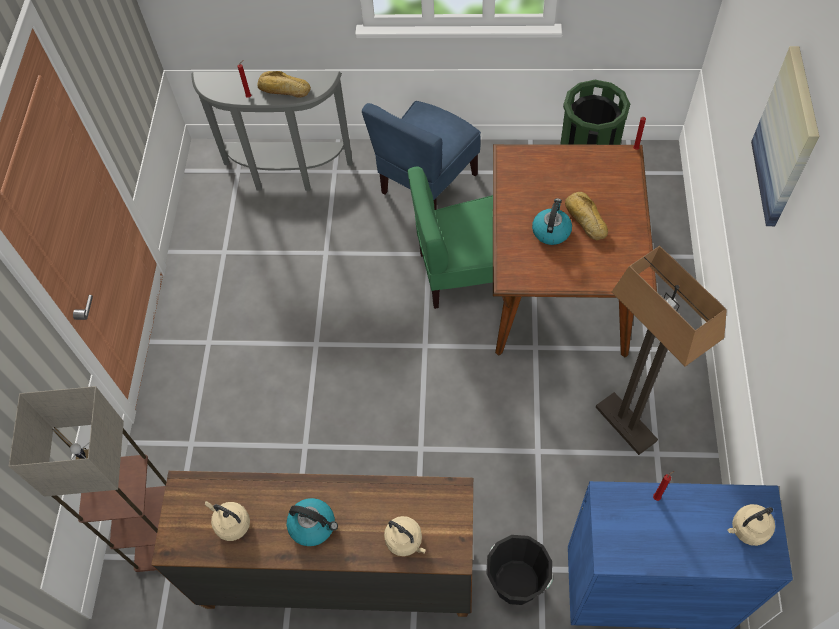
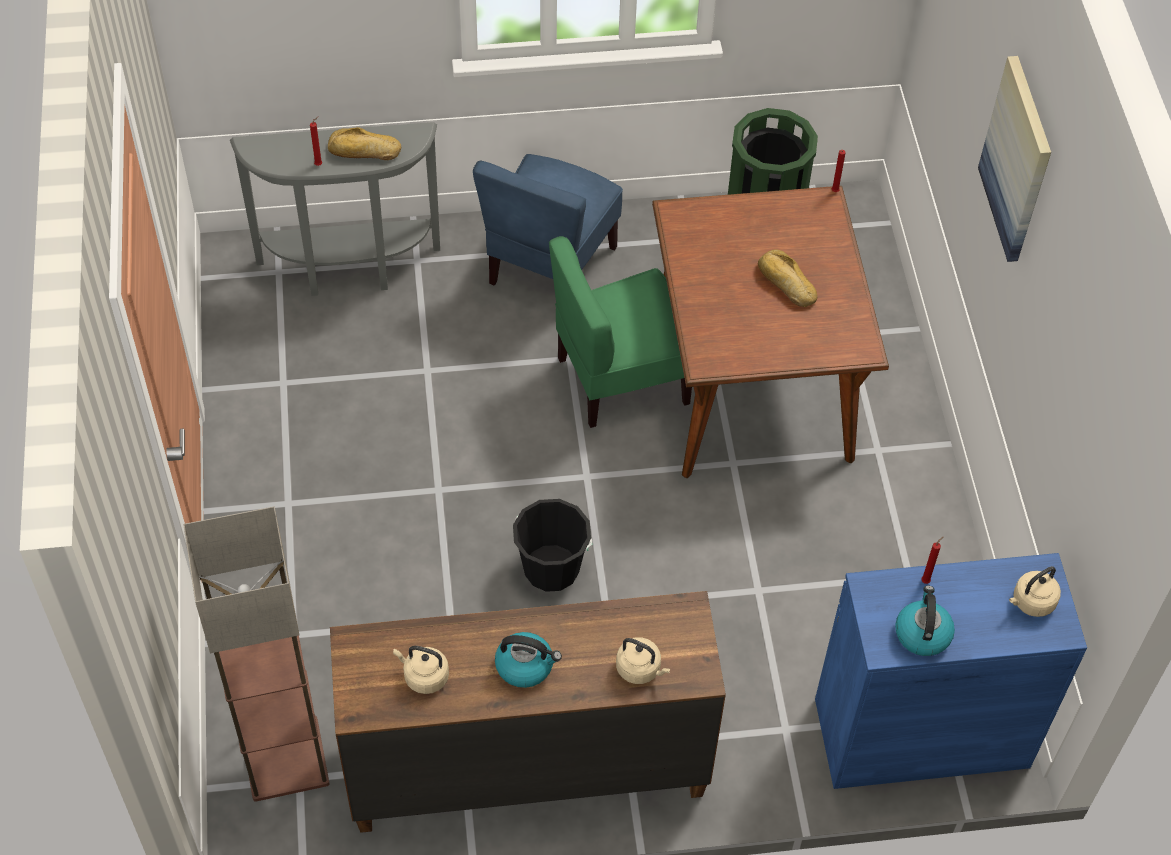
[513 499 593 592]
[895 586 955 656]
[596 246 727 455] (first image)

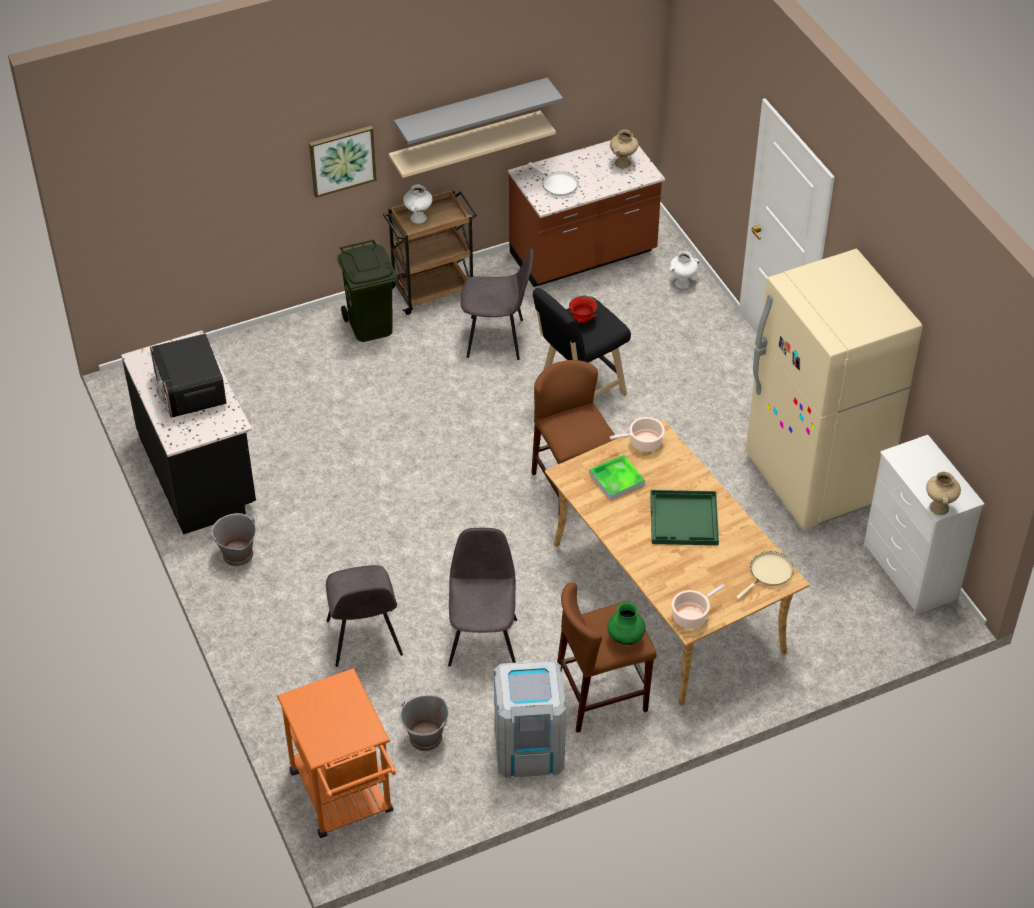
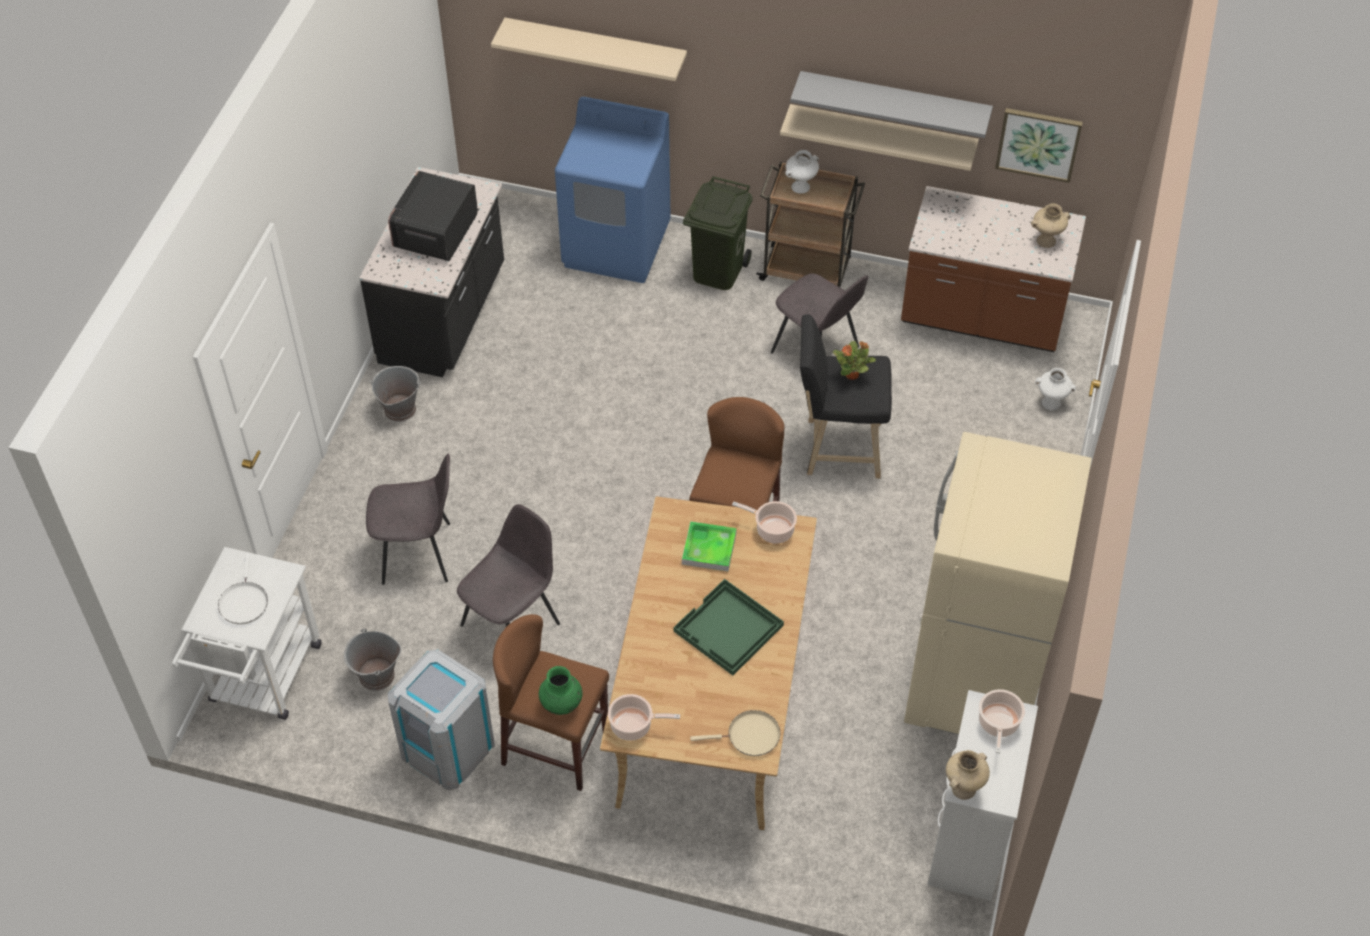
[172 547 322 720]
[218 553 268 625]
[366 454 450 585]
[491 17 687 81]
[555 97 671 283]
[833 341 876 380]
[979 689 1025 754]
[995 108 1083 183]

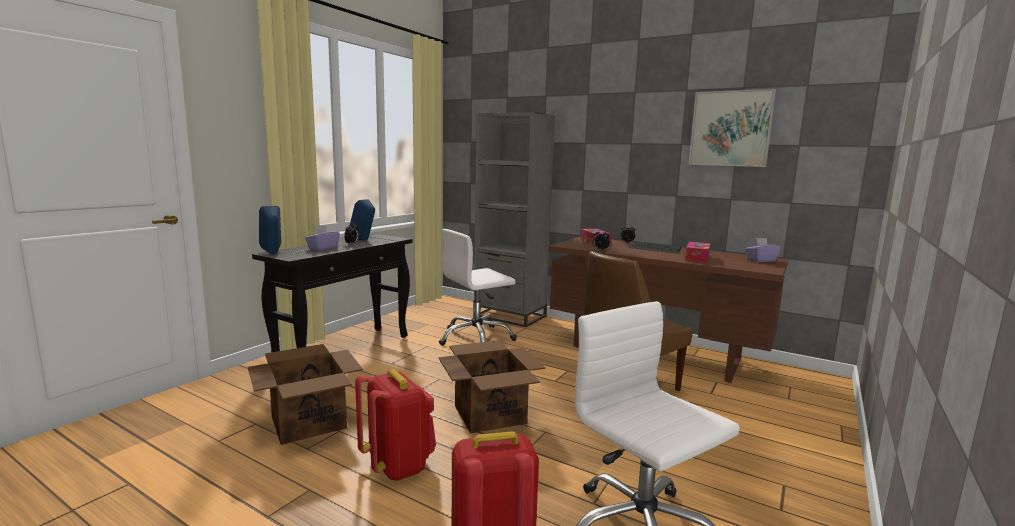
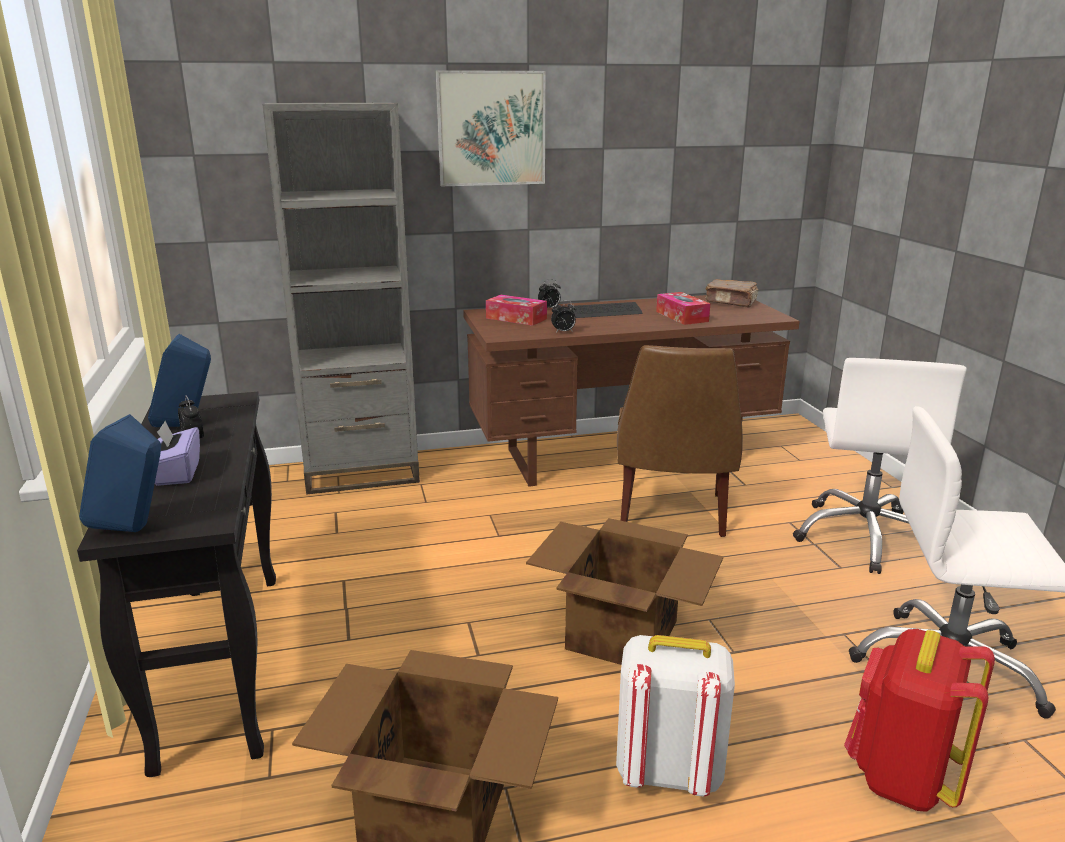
[436 70 546 186]
[616 635 735 796]
[705 279 759 307]
[793 358 967 574]

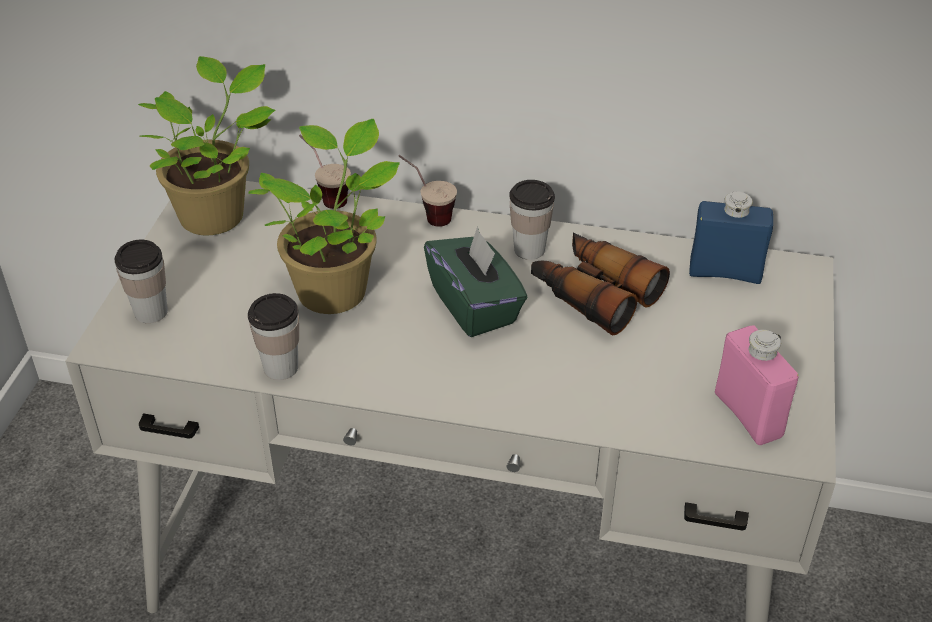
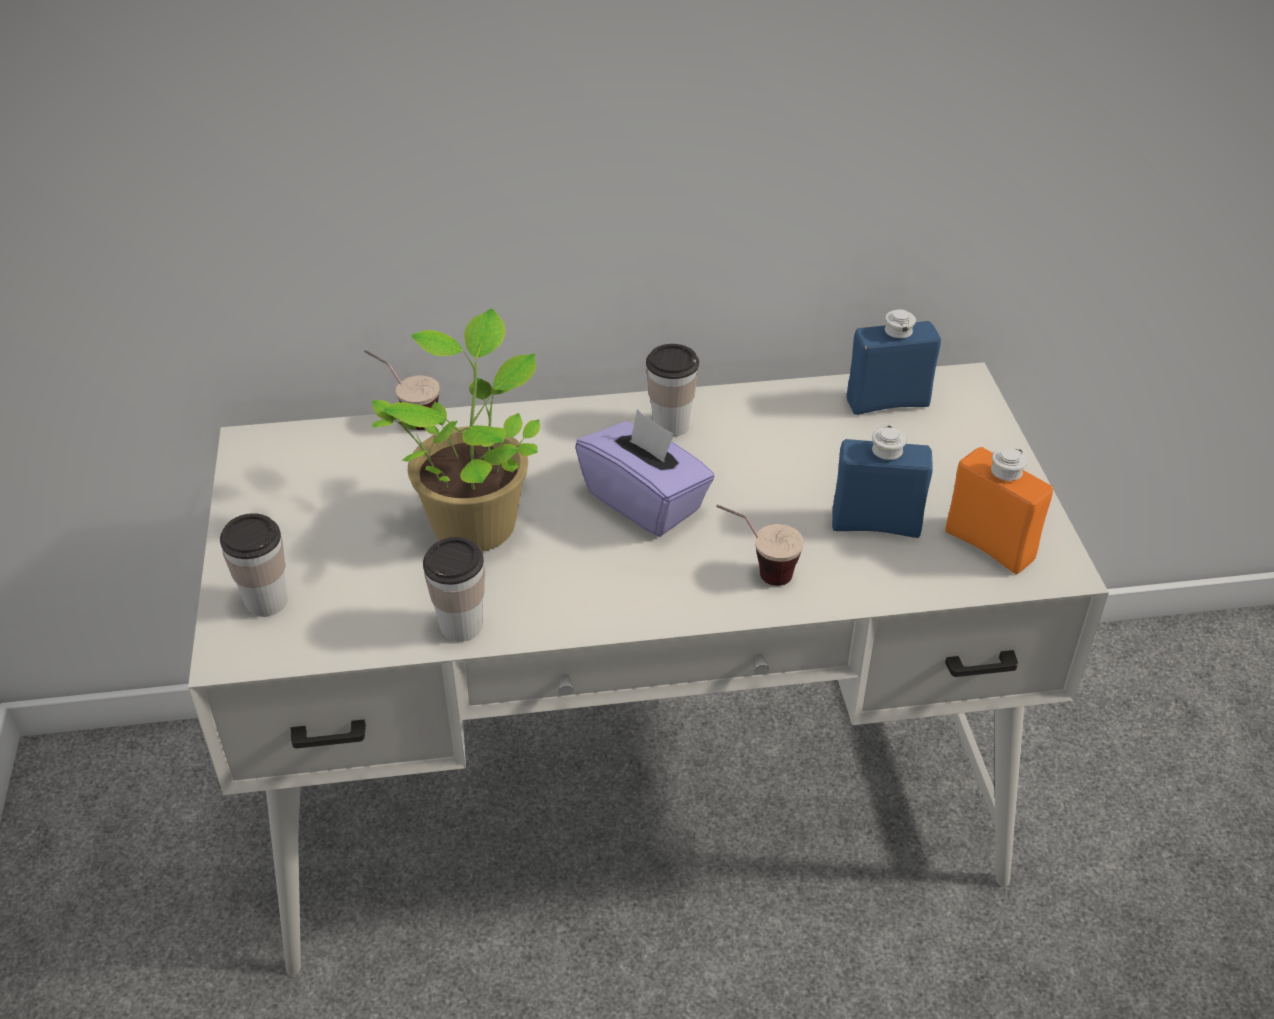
[575 409 715 537]
[716 504 804 586]
[832 426 933 538]
[945 447 1053 574]
[138 56 275 235] (first image)
[531 232 670 335] (first image)

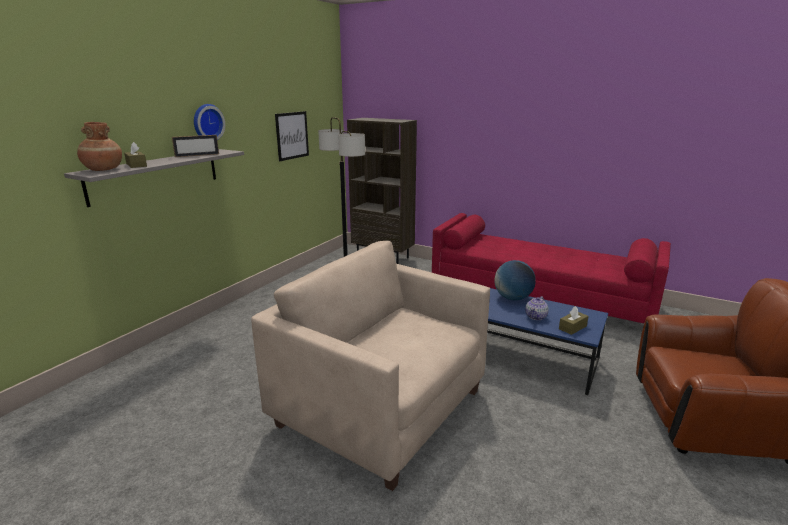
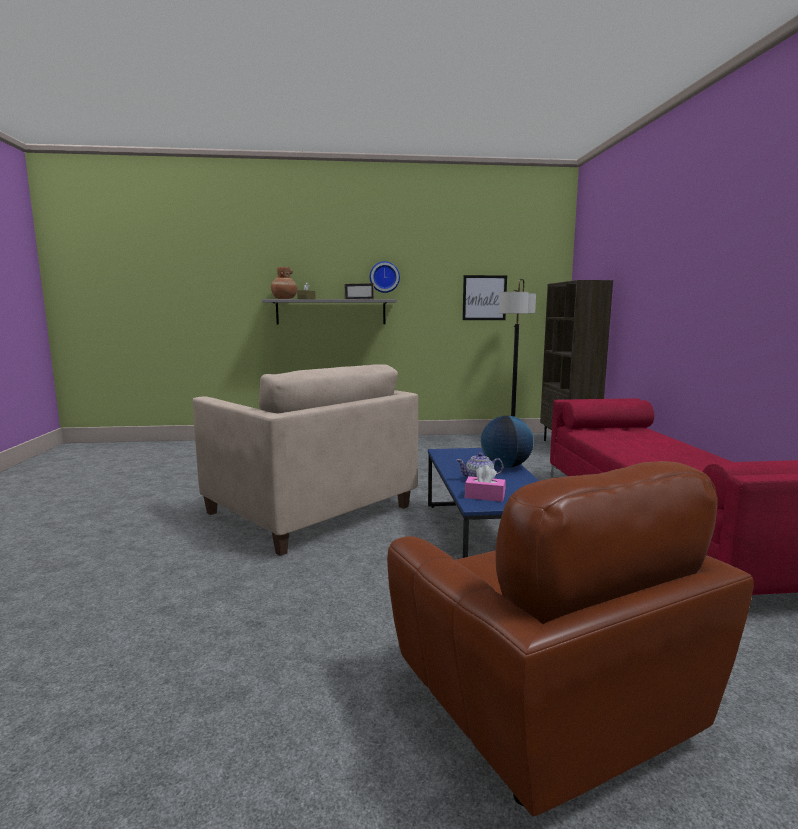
[193 364 418 556]
[465 465 506 502]

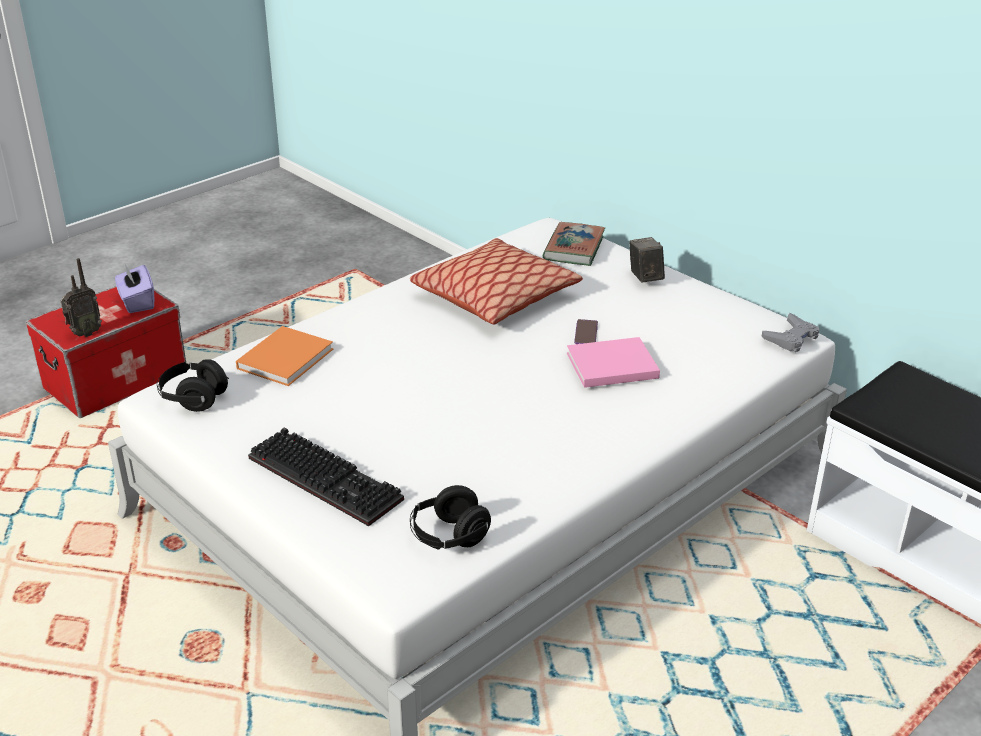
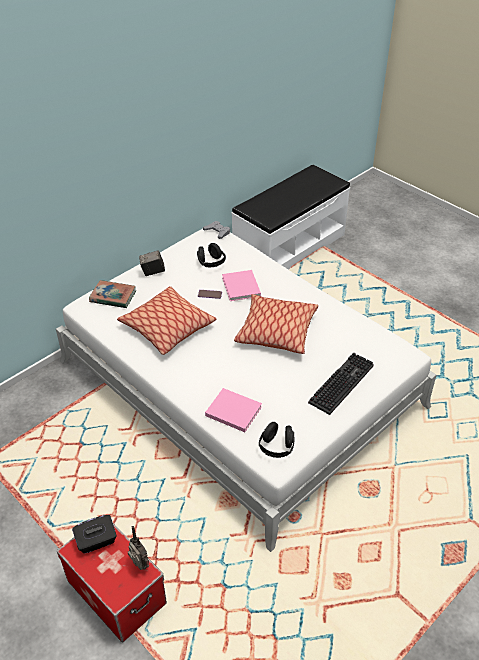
[72 515 117 554]
[197 243 226 267]
[205 388 262 432]
[234 294 318 354]

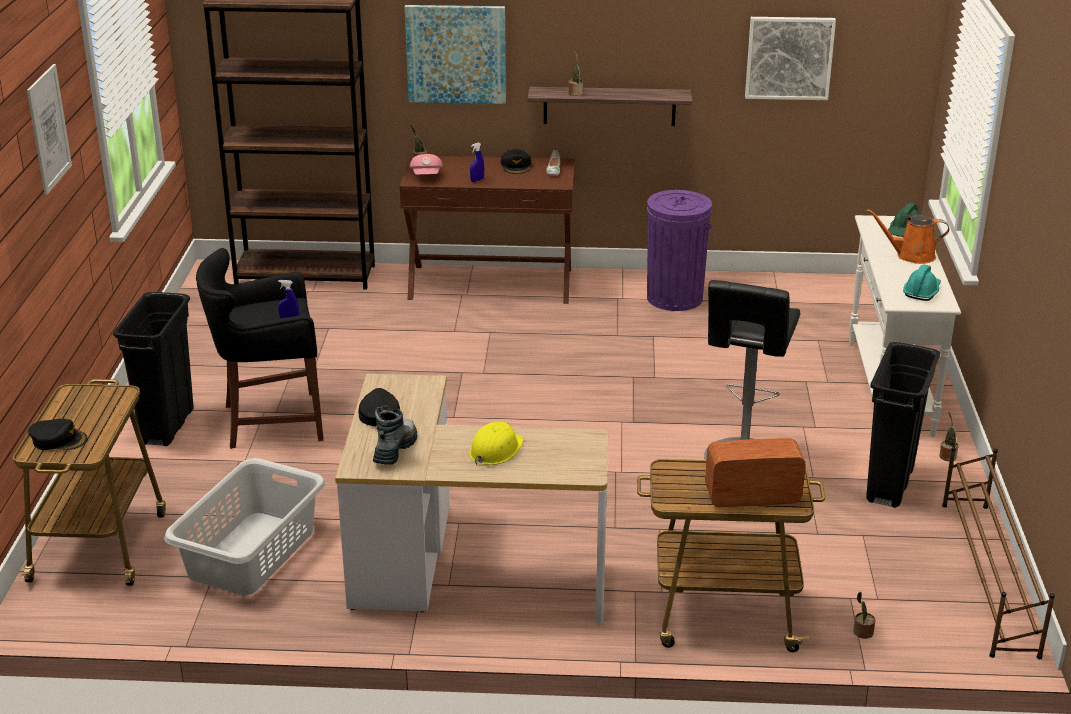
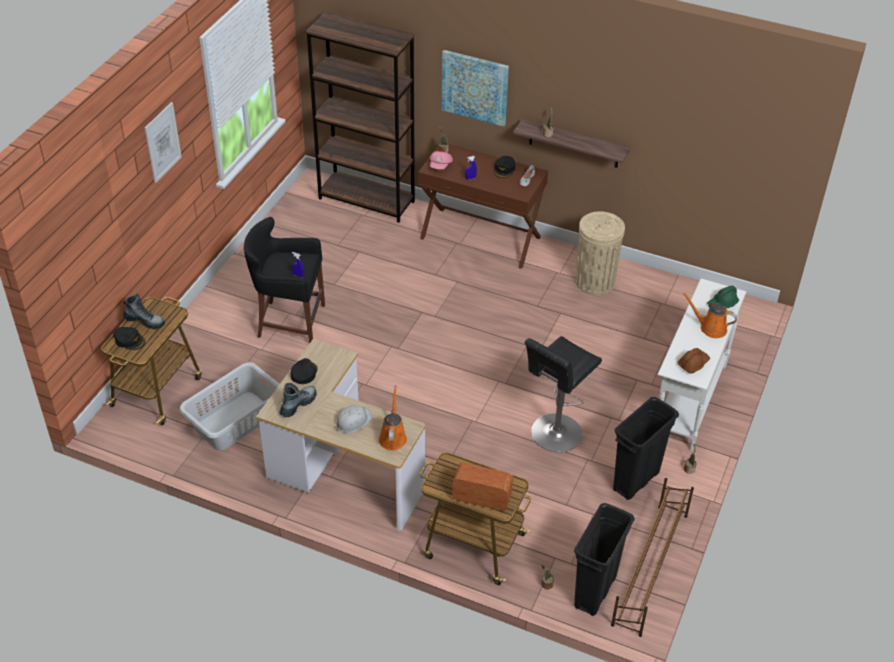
[123 294 165 329]
[336 405 373 433]
[379 386 407 451]
[574 503 635 616]
[576 211 625 295]
[677 348 710 374]
[745 17 836 100] (first image)

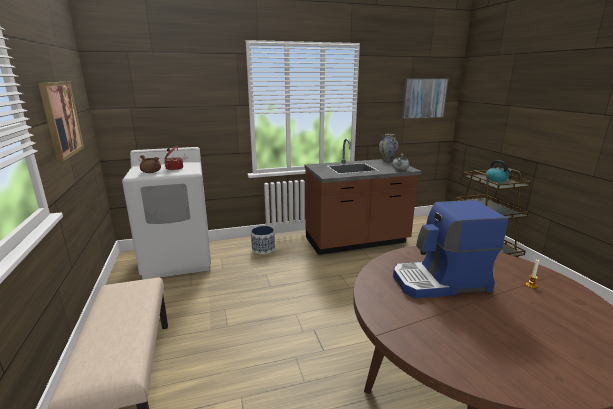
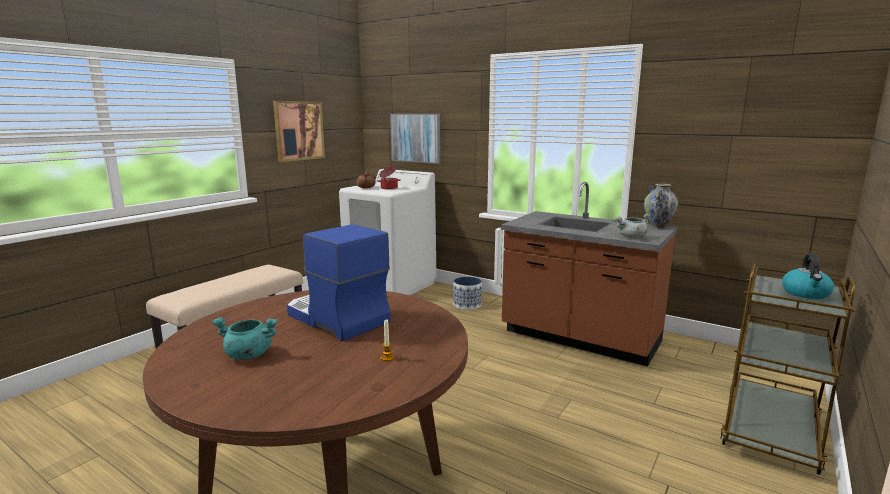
[212 317 278 360]
[390 114 440 164]

